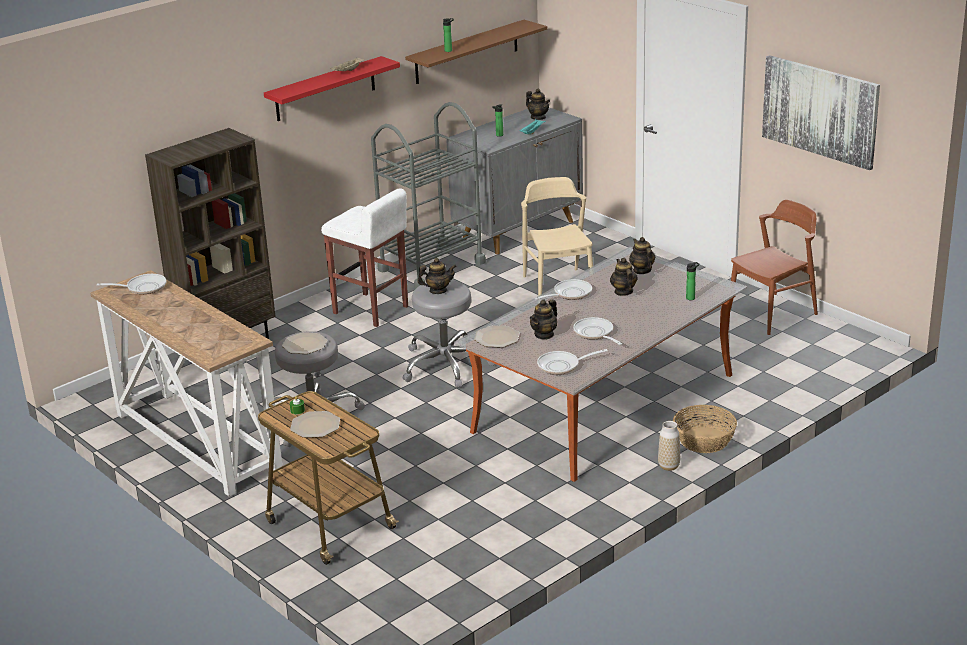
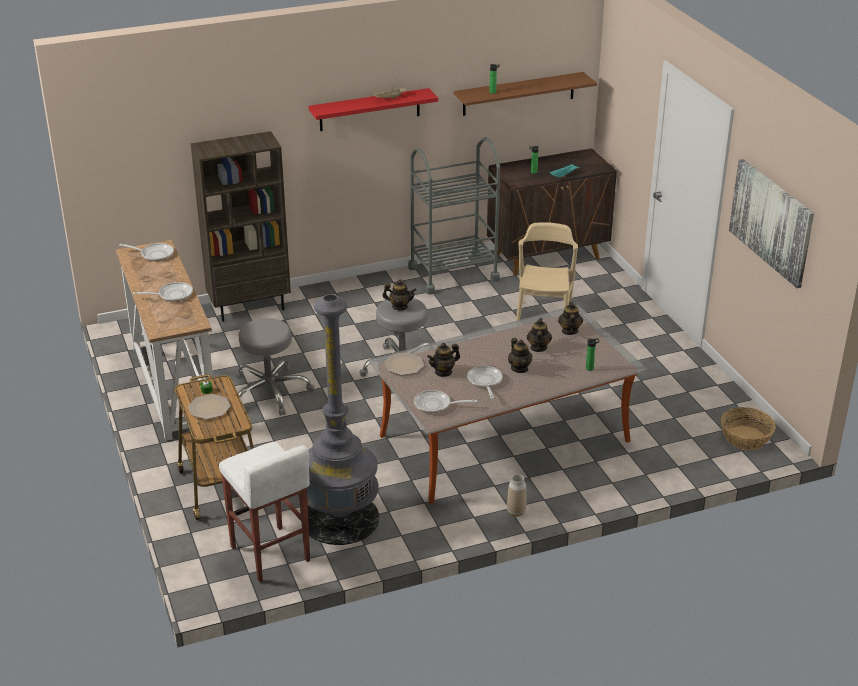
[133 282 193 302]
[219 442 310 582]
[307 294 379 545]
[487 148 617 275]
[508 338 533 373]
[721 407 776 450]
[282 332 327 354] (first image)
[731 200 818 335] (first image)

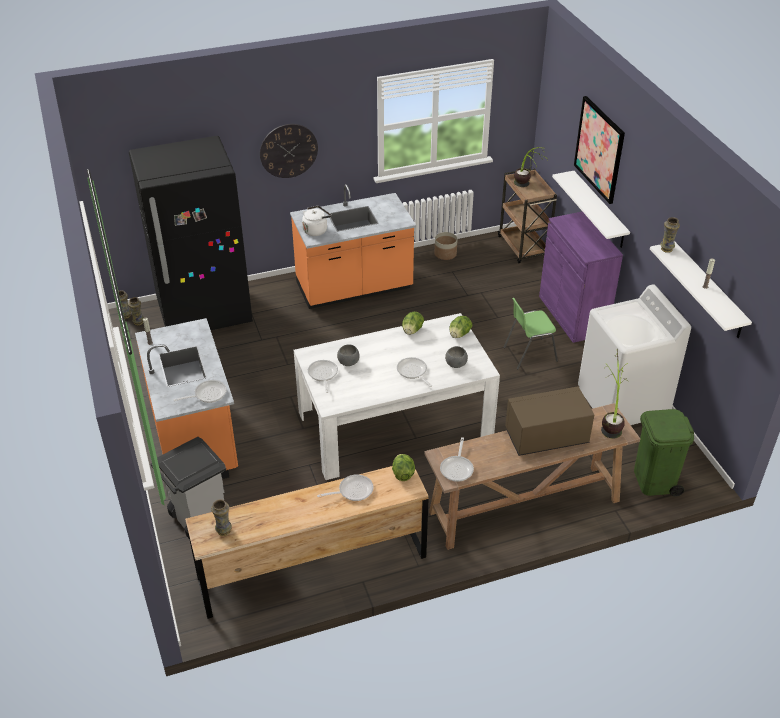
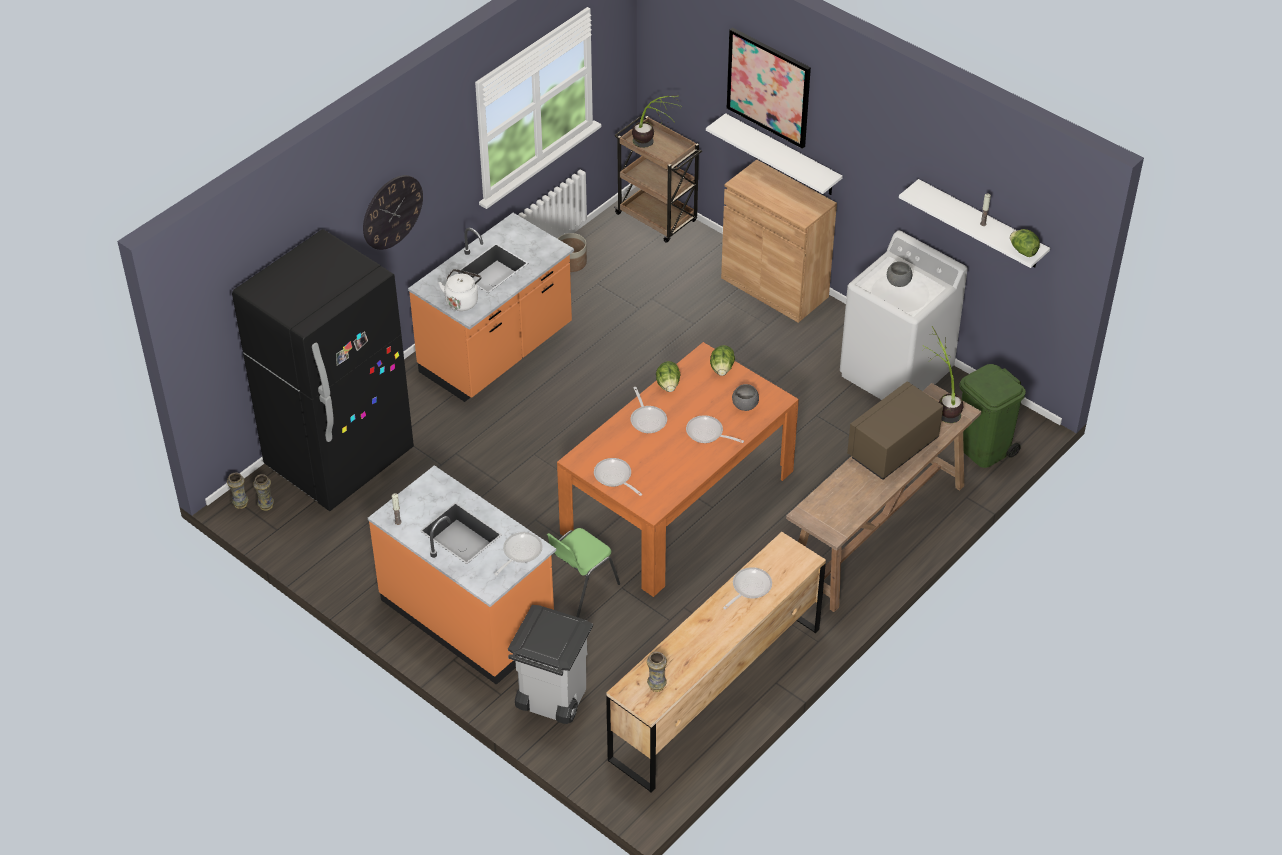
[547 528 620 618]
[557 342 799 597]
[630 387 667 433]
[721 160 837 323]
[887 261 912 287]
[1010 229 1040 257]
[660 217 680 253] (first image)

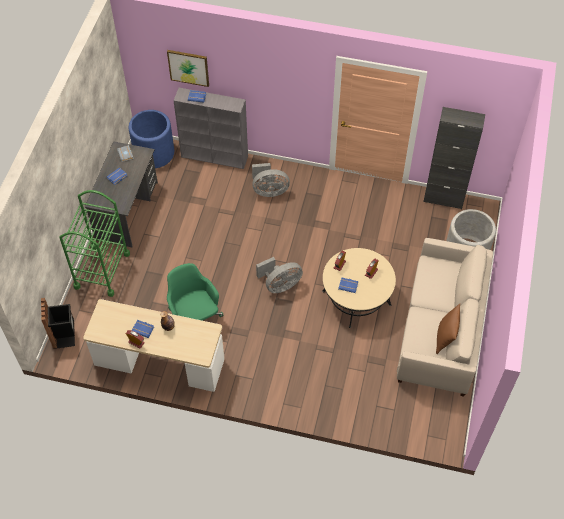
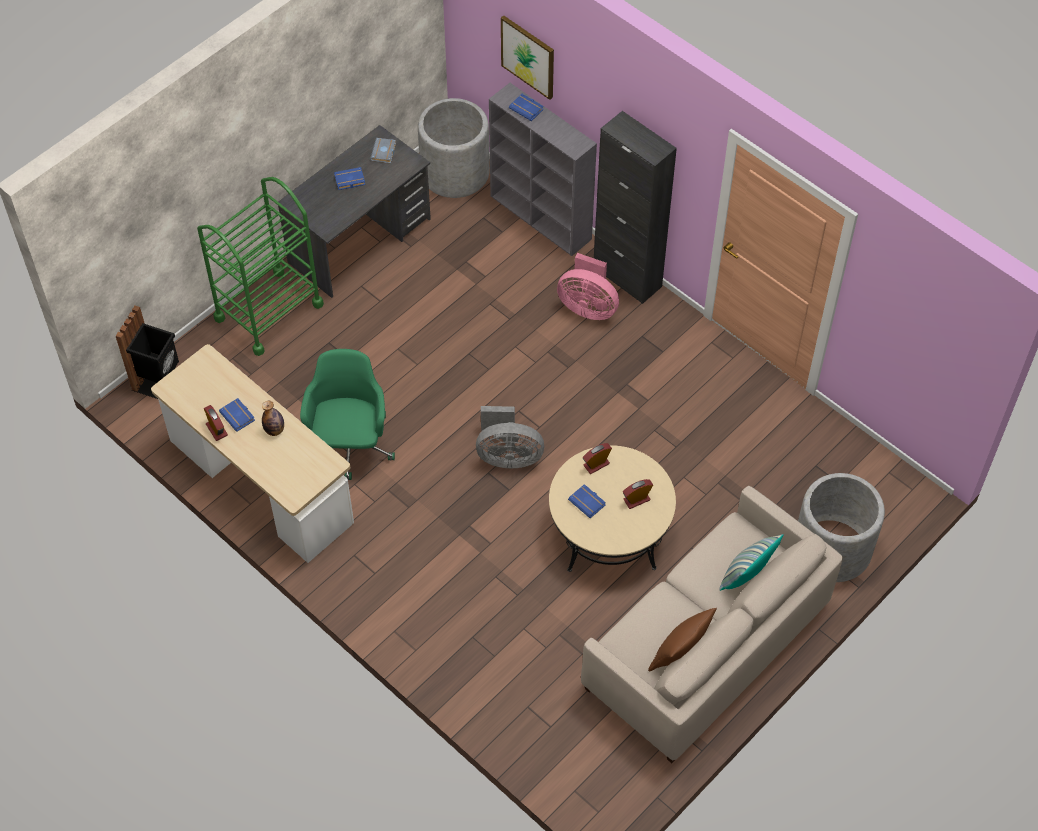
[418 98 490 198]
[557 253 619 320]
[594 111 677 304]
[719 534 784 591]

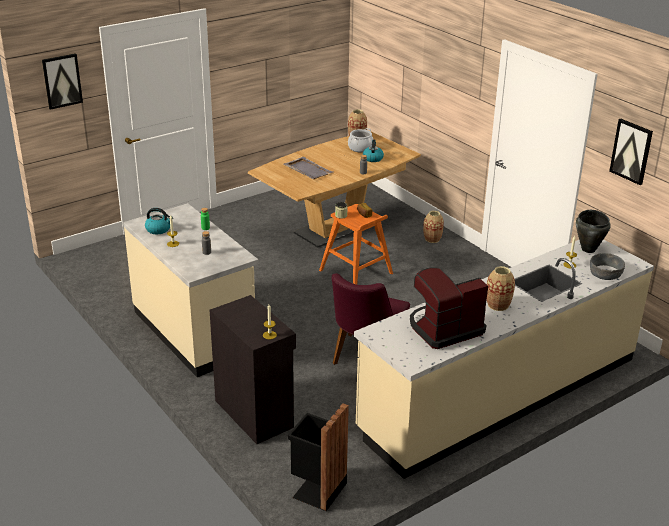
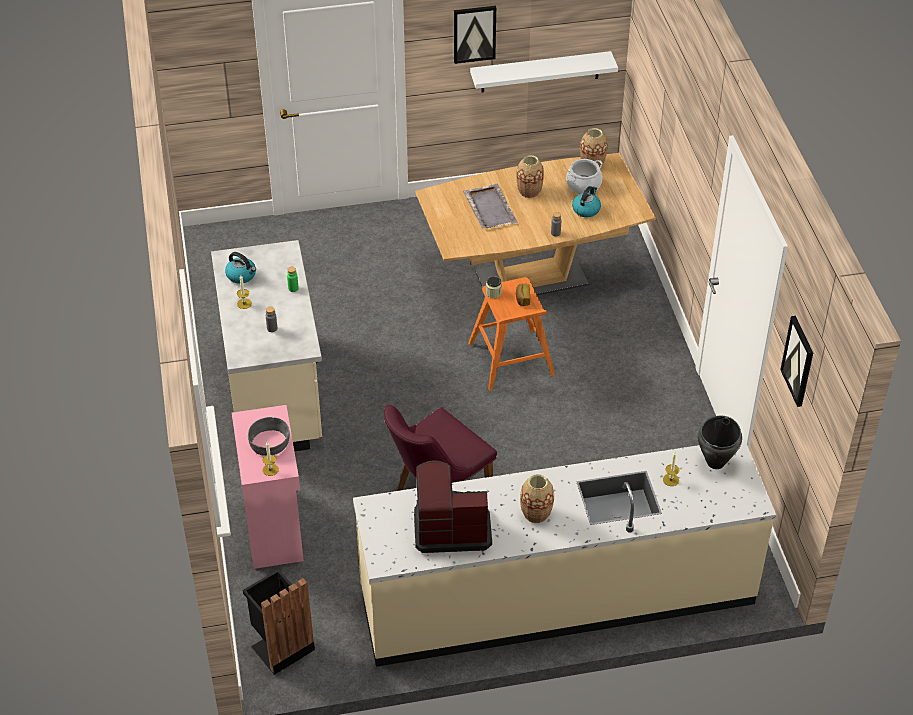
[232 405 304 569]
[248 417 290 456]
[454 5 496 64]
[470 51 618 93]
[516 155 544 198]

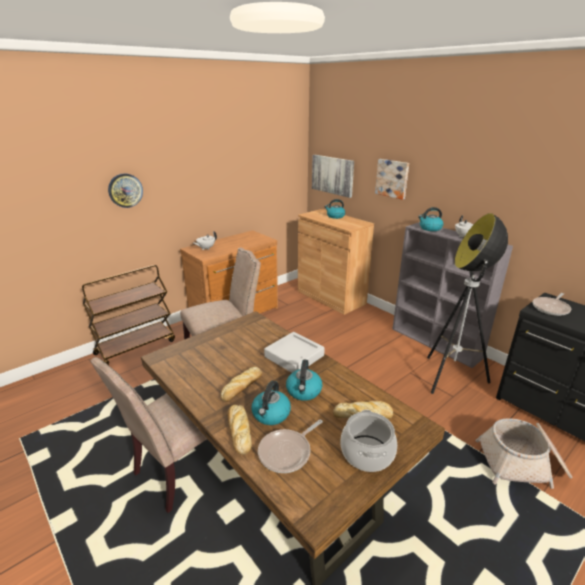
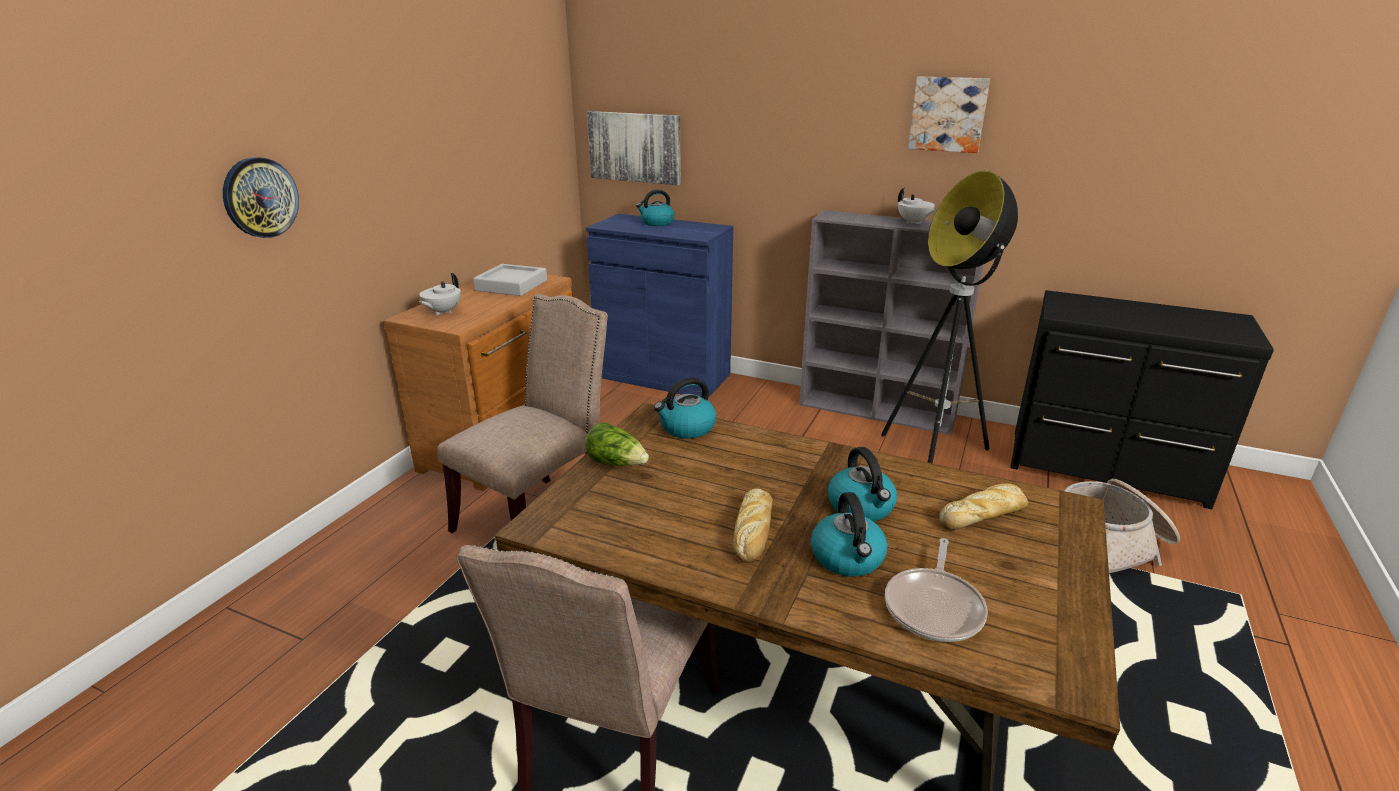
[473 264 547 296]
[585 423 649 466]
[586 214 733 396]
[654 377 716 439]
[908 77 990 153]
[82 265 175 365] (first image)
[228 405 252 455] (first image)
[340 409 397 472] (first image)
[533 293 571 316] (first image)

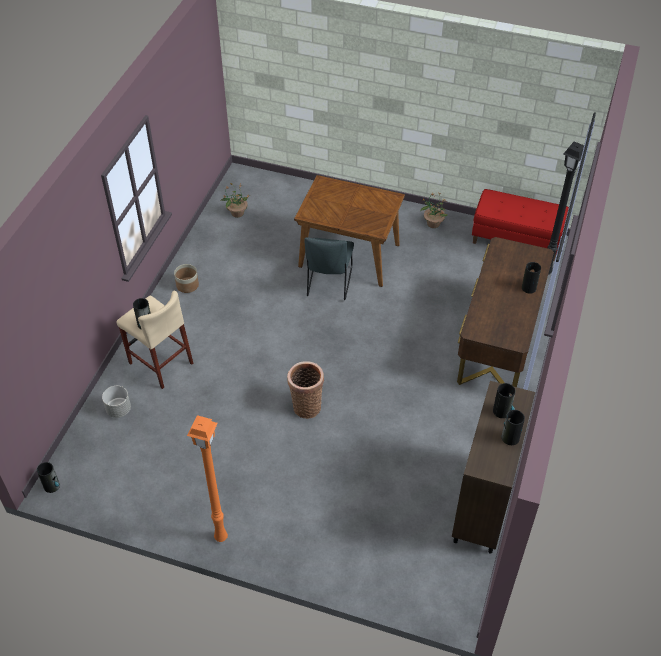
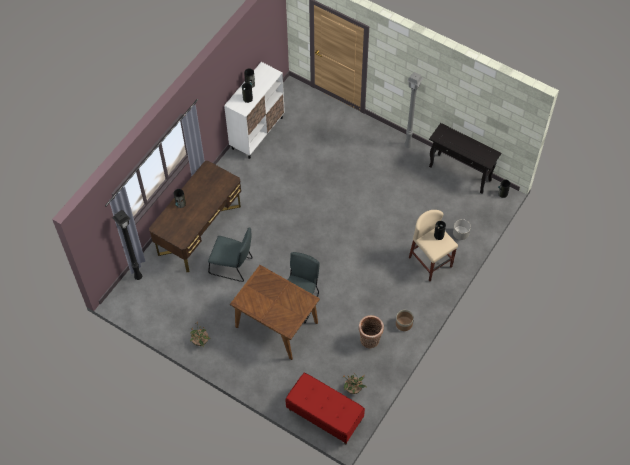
[208 227 253 282]
[224 62 285 159]
[285 373 365 444]
[359 315 384 348]
[404 72 423 148]
[429 123 501 194]

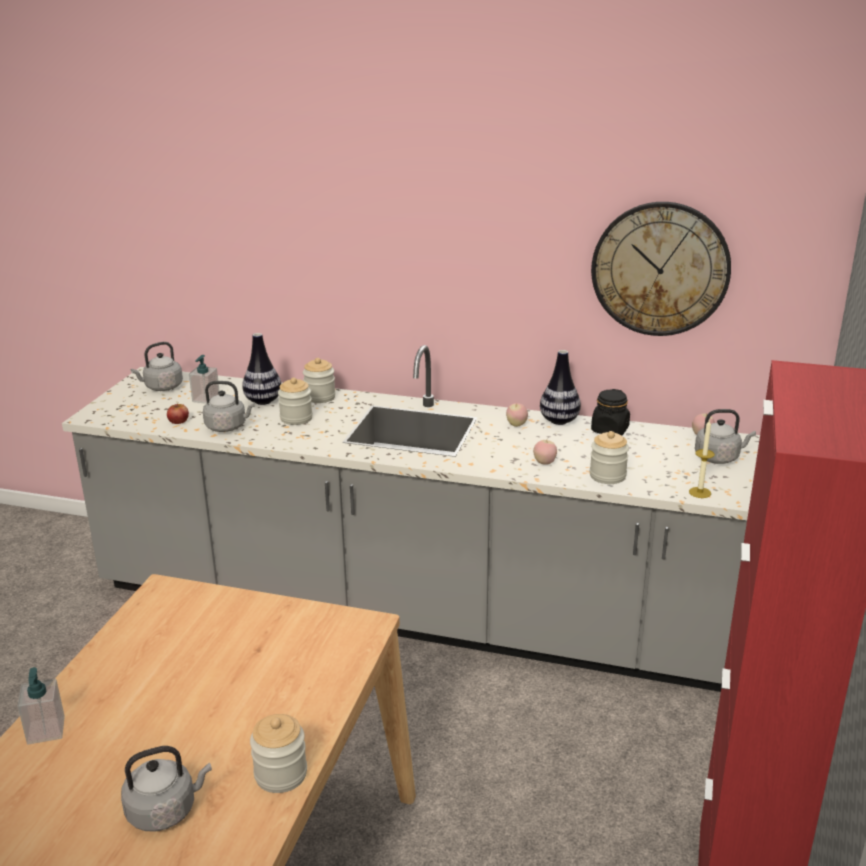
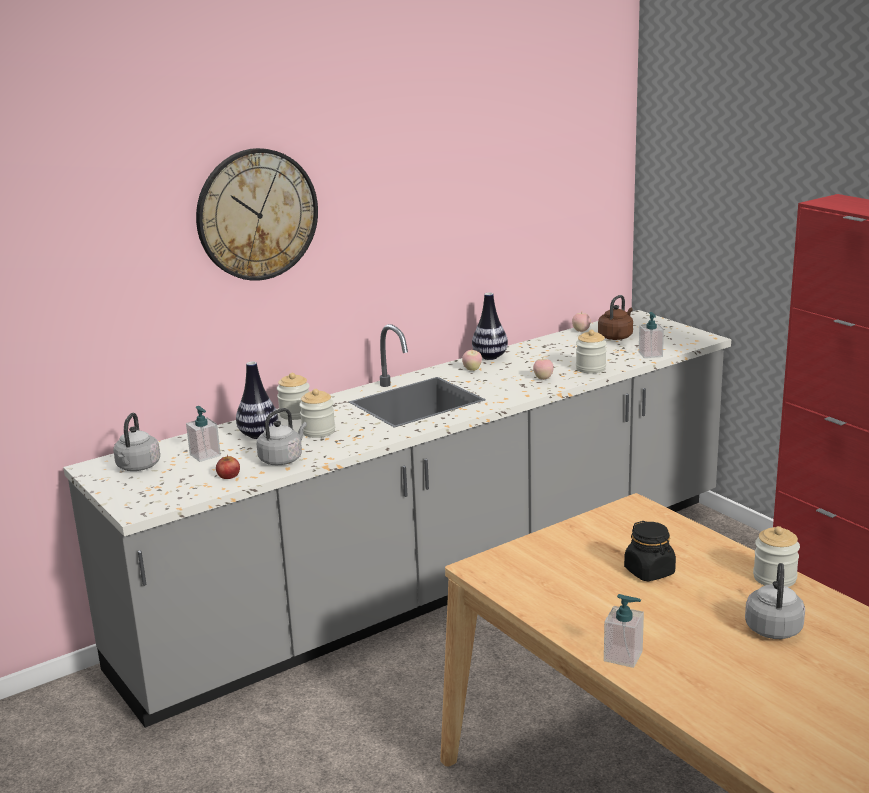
[196 148 318 281]
[598 295 633 340]
[624 521 676 581]
[639 312 664 358]

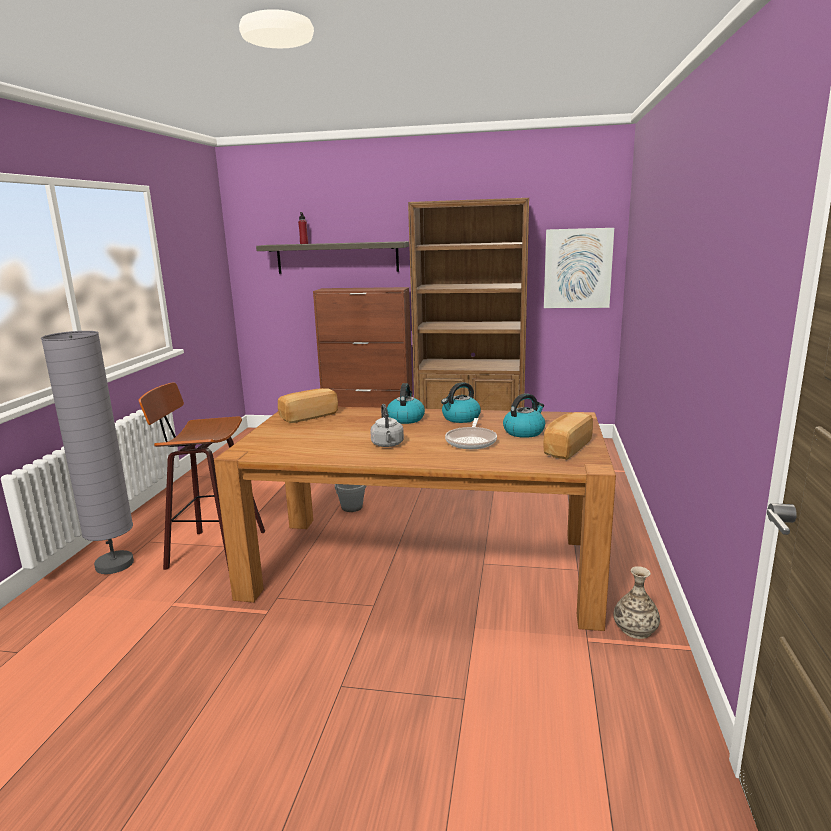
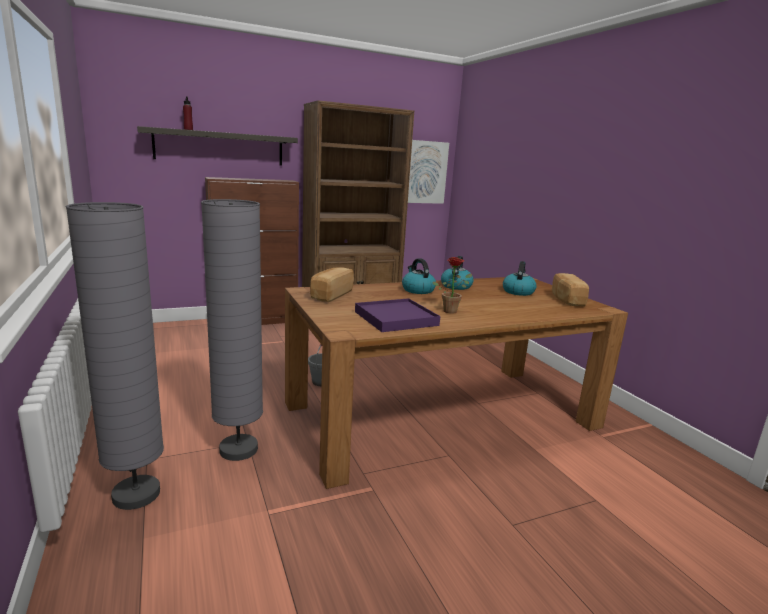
[201 199 263 461]
[355 298 440 332]
[433 257 472 314]
[445 418 497 449] (first image)
[614 566 660 639] (first image)

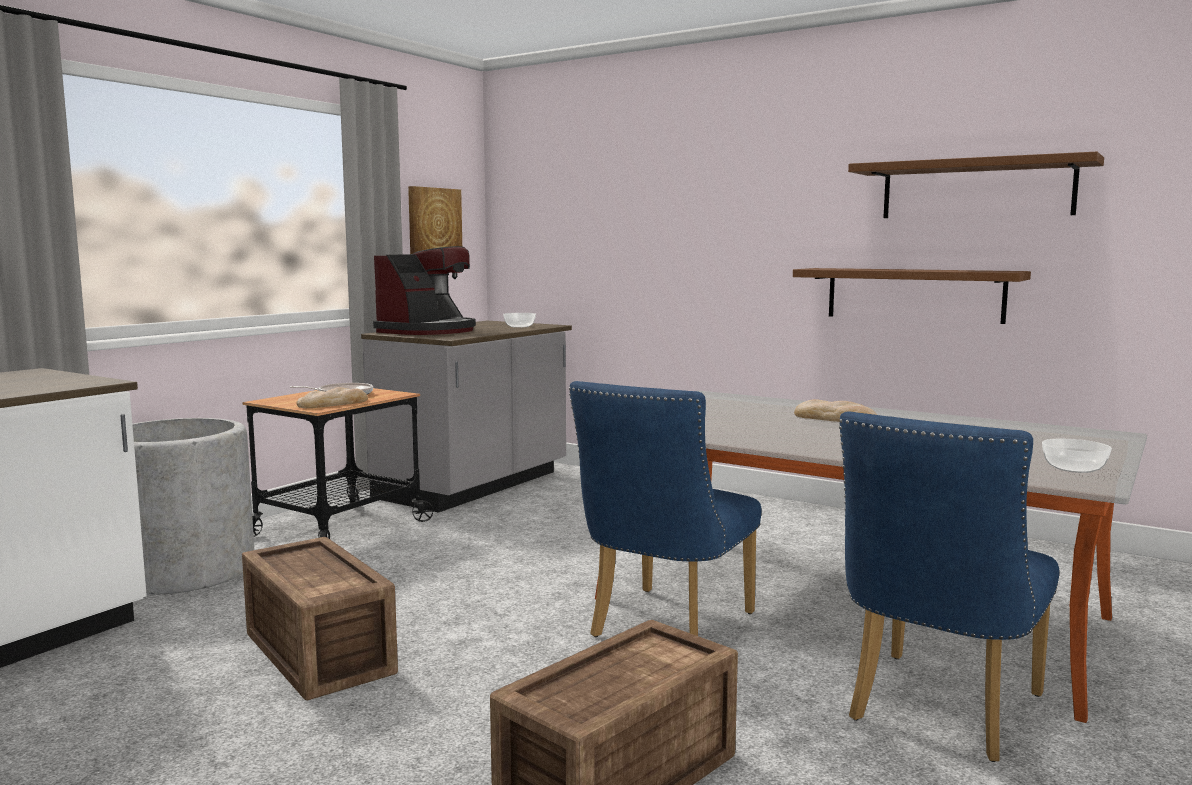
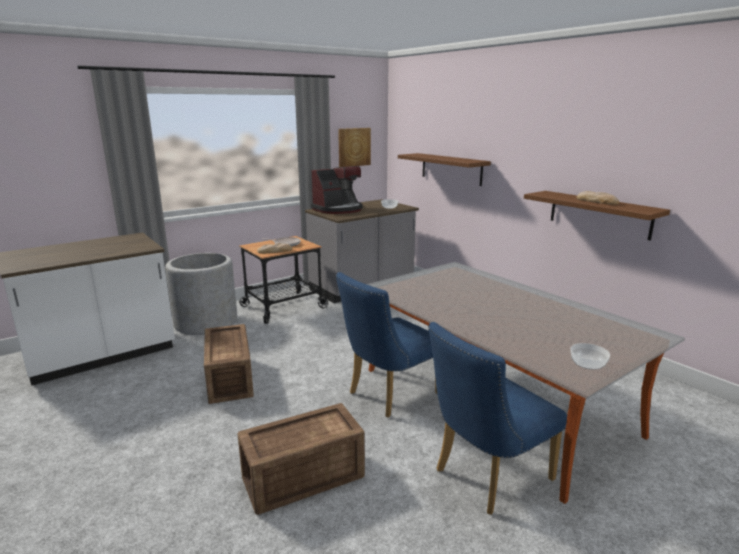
[398 153 491 186]
[576 191 619 205]

